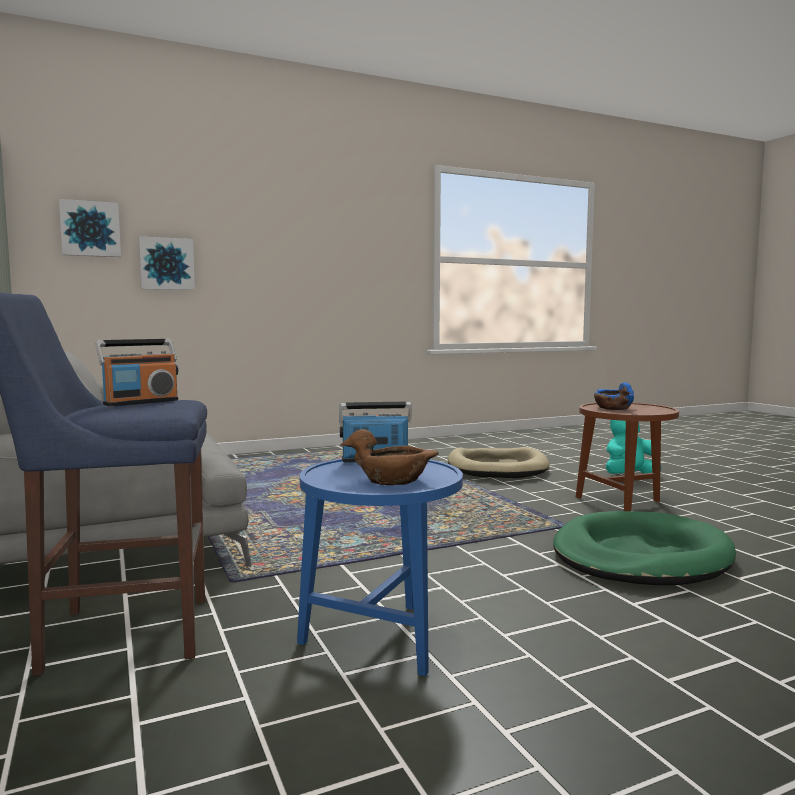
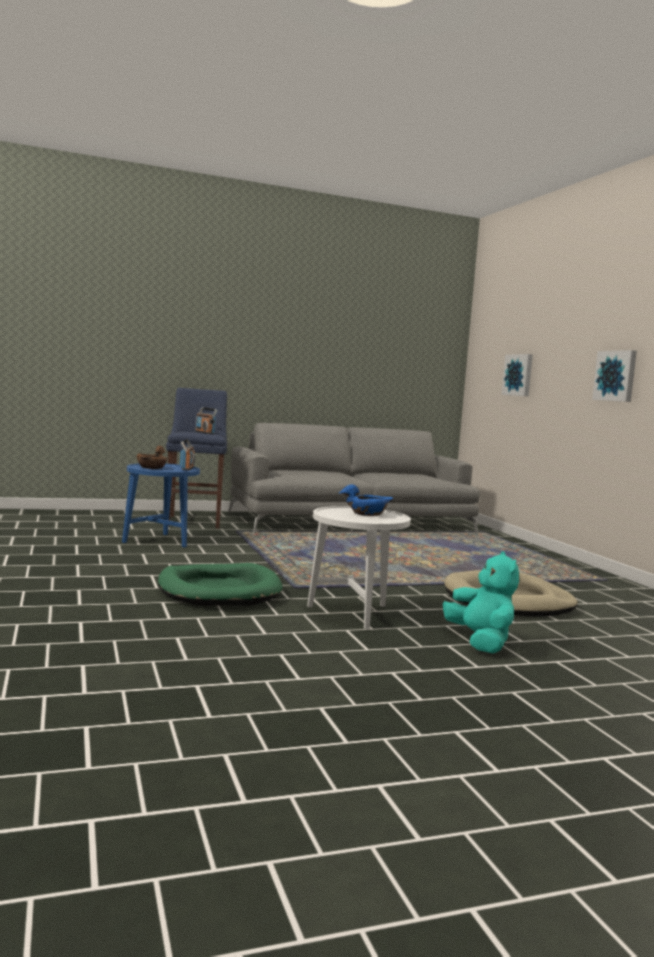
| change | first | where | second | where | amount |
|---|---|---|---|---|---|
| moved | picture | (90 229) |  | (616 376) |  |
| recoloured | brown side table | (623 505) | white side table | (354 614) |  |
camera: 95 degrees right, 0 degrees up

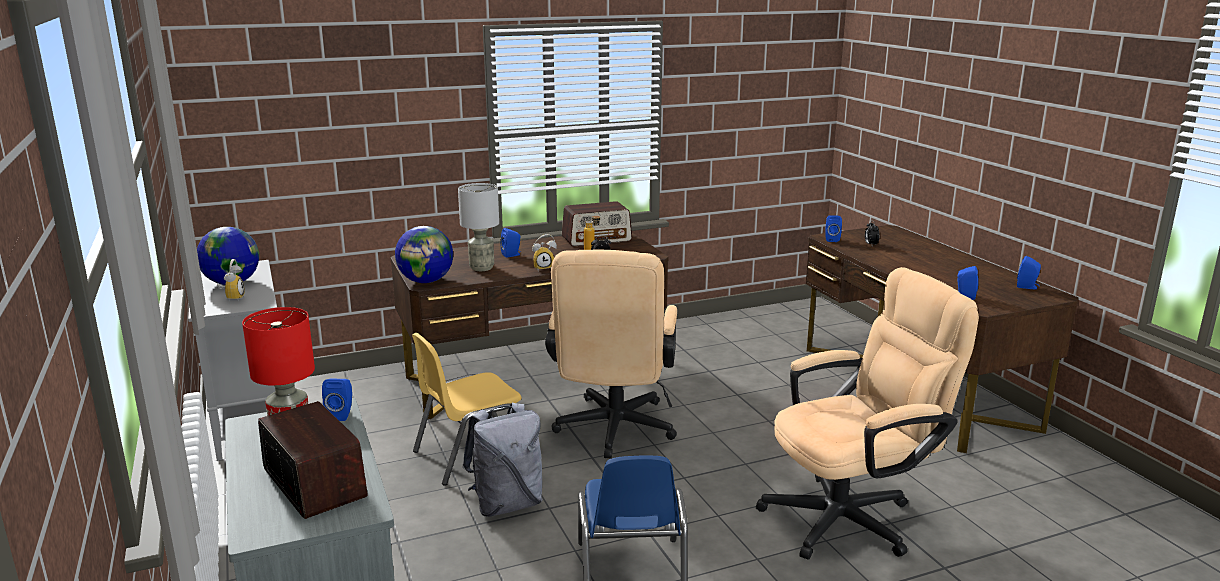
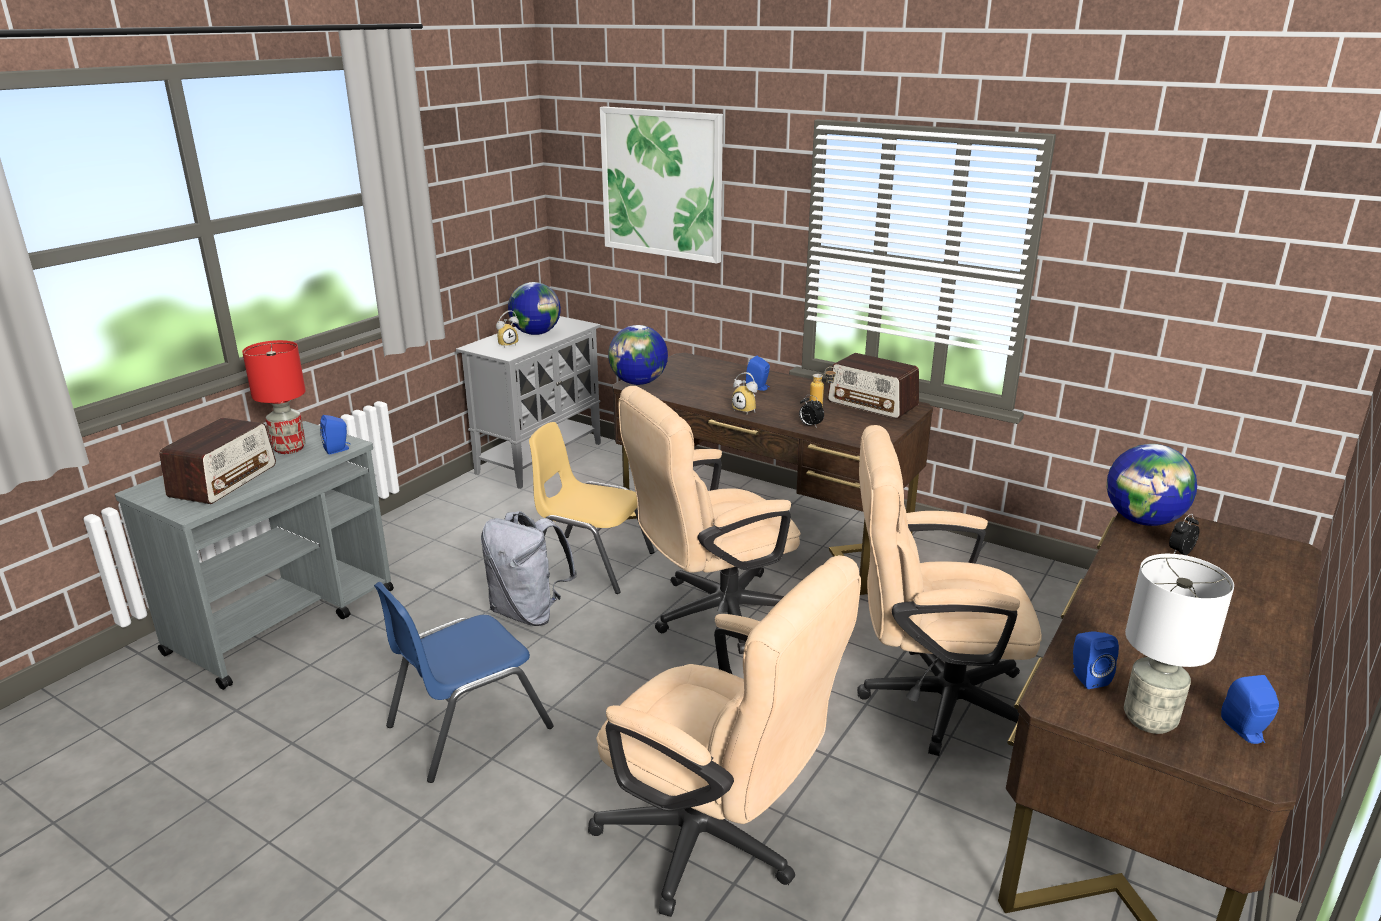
| change | first | where | second | where | amount |
|---|---|---|---|---|---|
| moved | grey table lamp | (481 268) |  | (1148 719) |  |
| replaced | blue speaker | (831 239) | globe | (1143 520) |  |
| added |  |  | picture | (662 183) |  |
| added |  |  | beige office chair | (929 699) |  |
camera: 55 degrees right, 5 degrees up

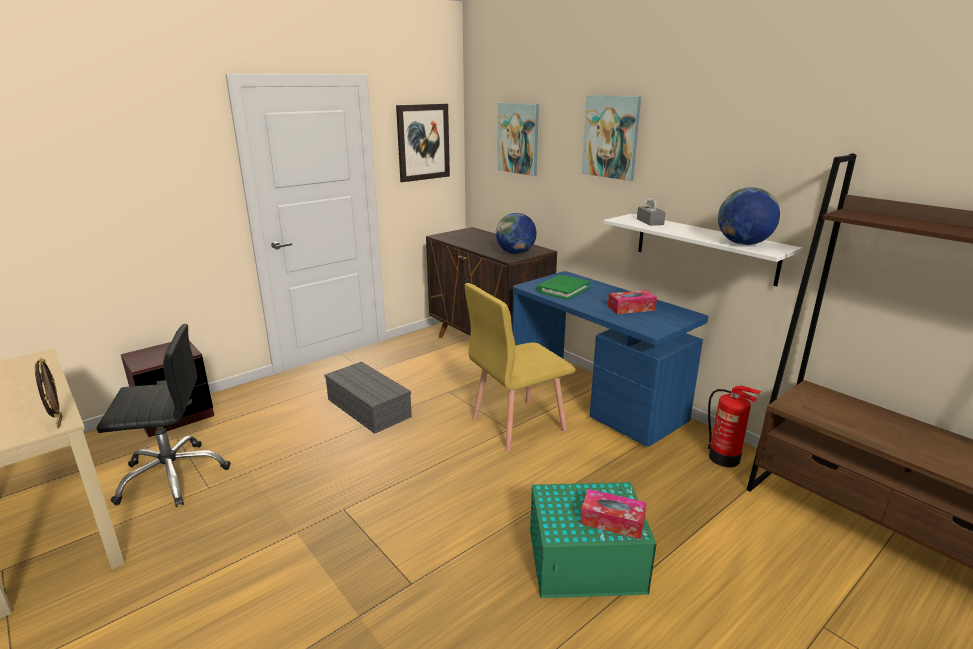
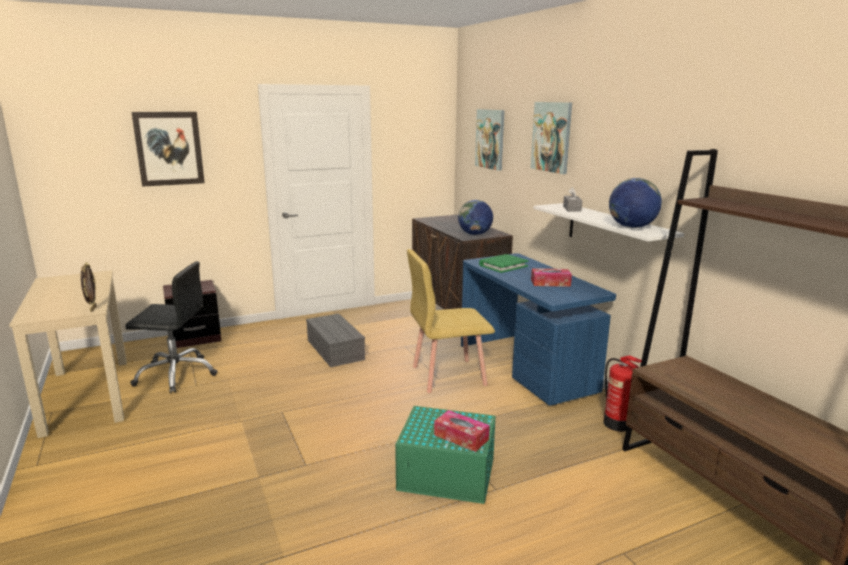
| change | first | where | second | where | amount |
|---|---|---|---|---|---|
| moved | picture | (423 142) |  | (169 148) |  |
camera: 15 degrees right, 5 degrees down

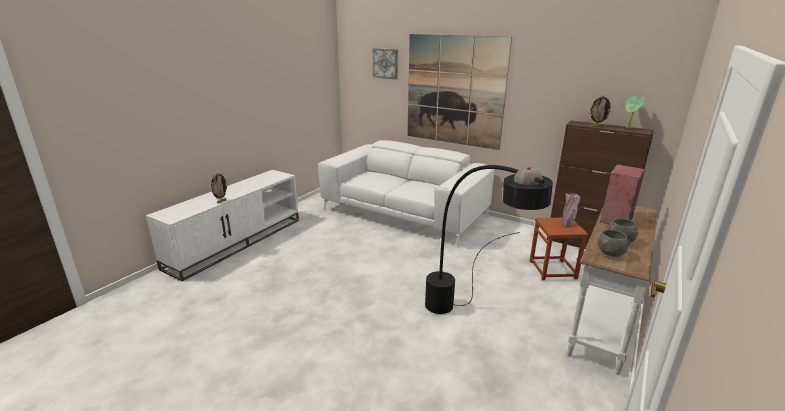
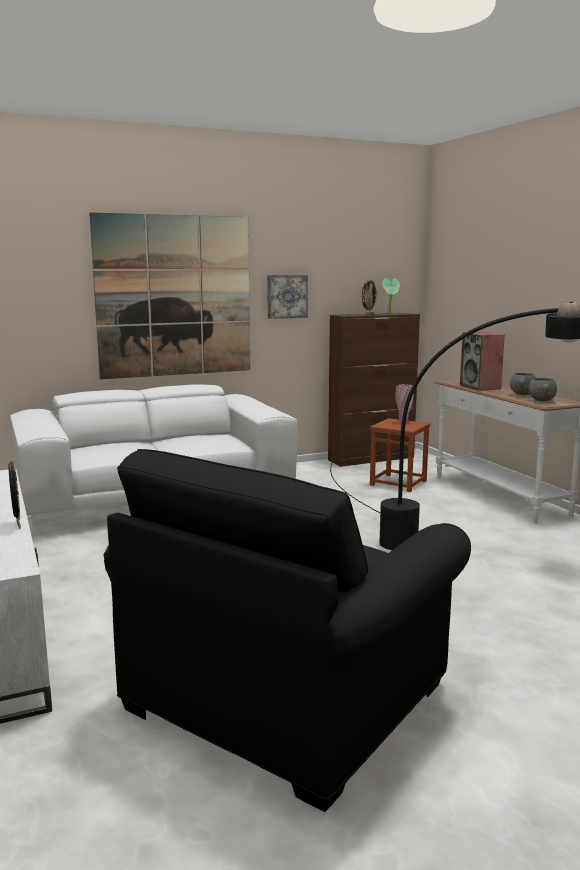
| change | first | where | second | where | amount |
|---|---|---|---|---|---|
| moved | picture | (386 63) |  | (286 296) |  |
| added |  |  | black armchair | (285 696) |  |
camera: 55 degrees left, 10 degrees down

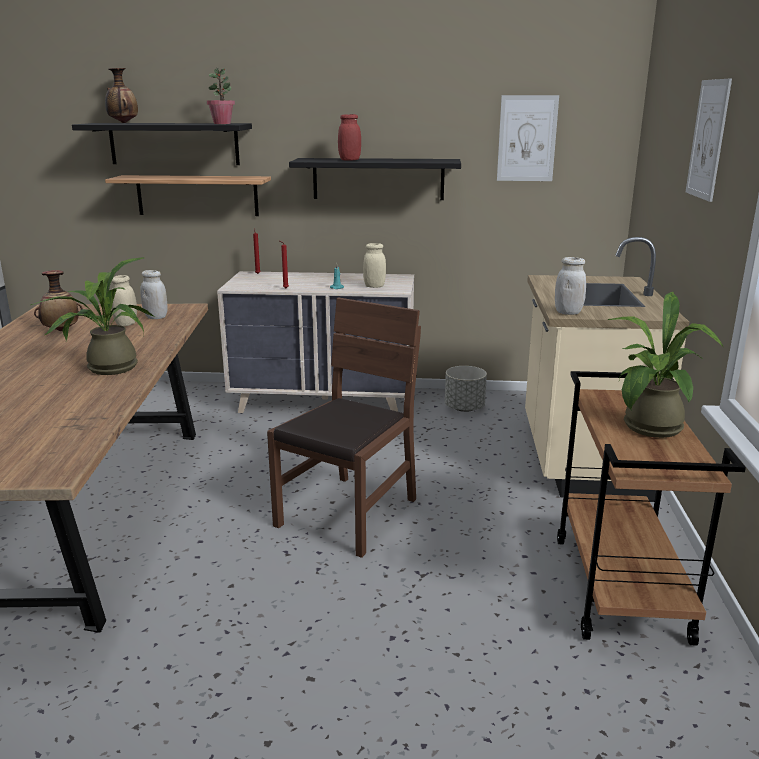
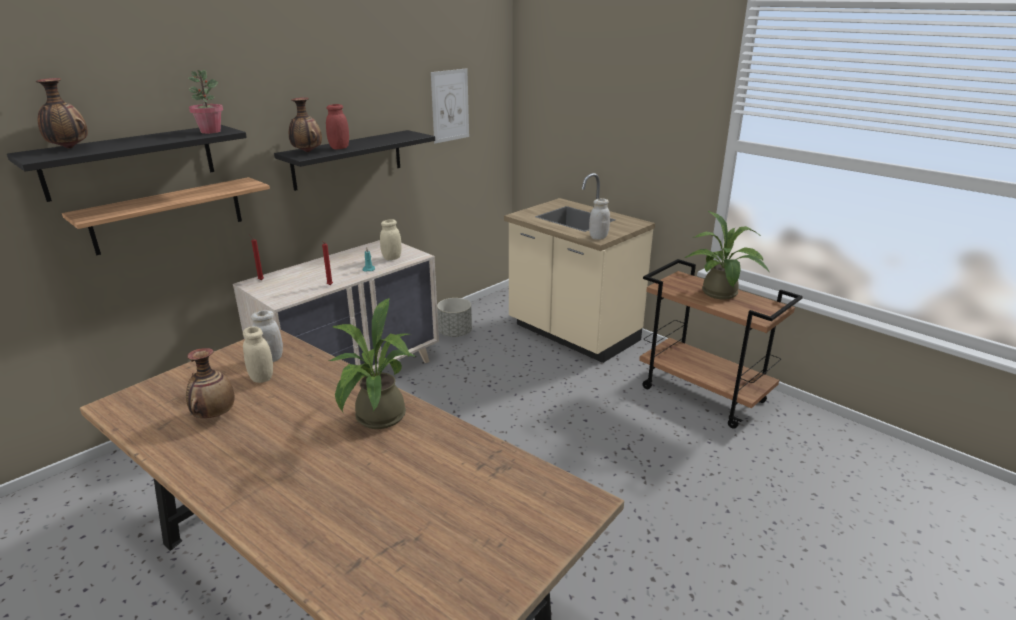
| change | first | where | second | where | amount |
|---|---|---|---|---|---|
| removed | brown chair | (349 513) |  |  |  |
| removed | picture | (708 139) |  |  |  |
| added |  |  | vase | (307 152) |  |
camera: 50 degrees left, 5 degrees up

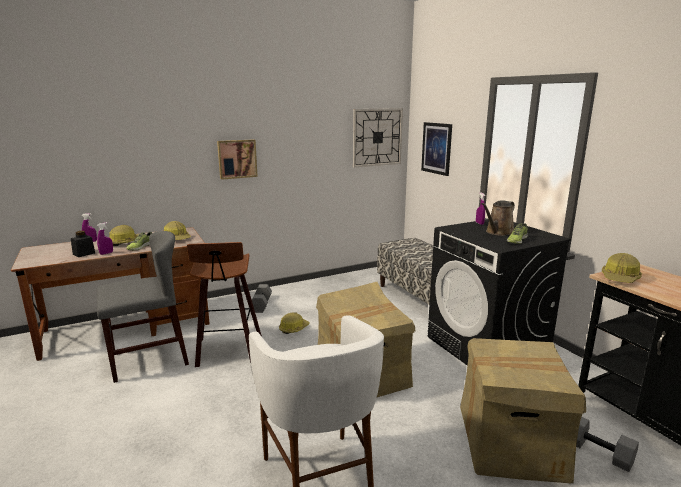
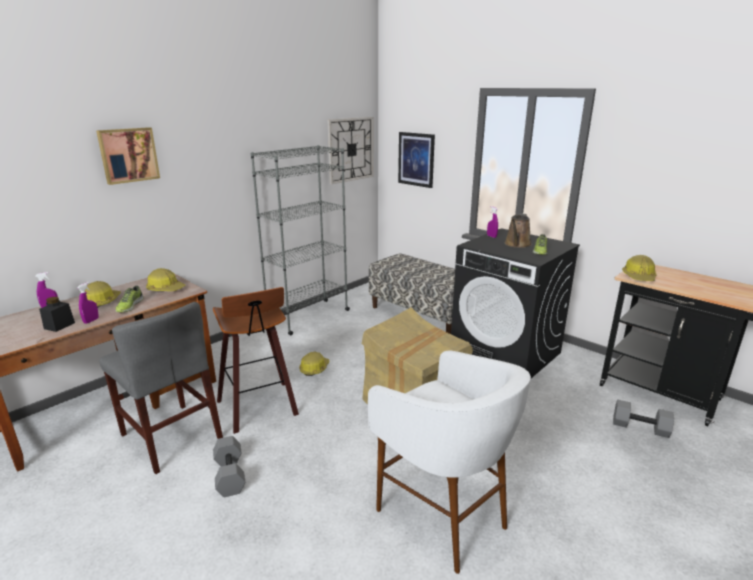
| change | first | where | second | where | amount |
|---|---|---|---|---|---|
| turned | grey chair | (149 359) |  | (171 436) | 90 degrees clockwise |
| moved | picture | (237 159) |  | (128 155) |  |
| moved | grey dumbbell | (261 305) |  | (229 475) |  |
| removed | cardboard box | (510 443) |  |  |  |
| added |  |  | grey bookcase | (308 317) |  |
camera: 20 degrees left, 5 degrees up

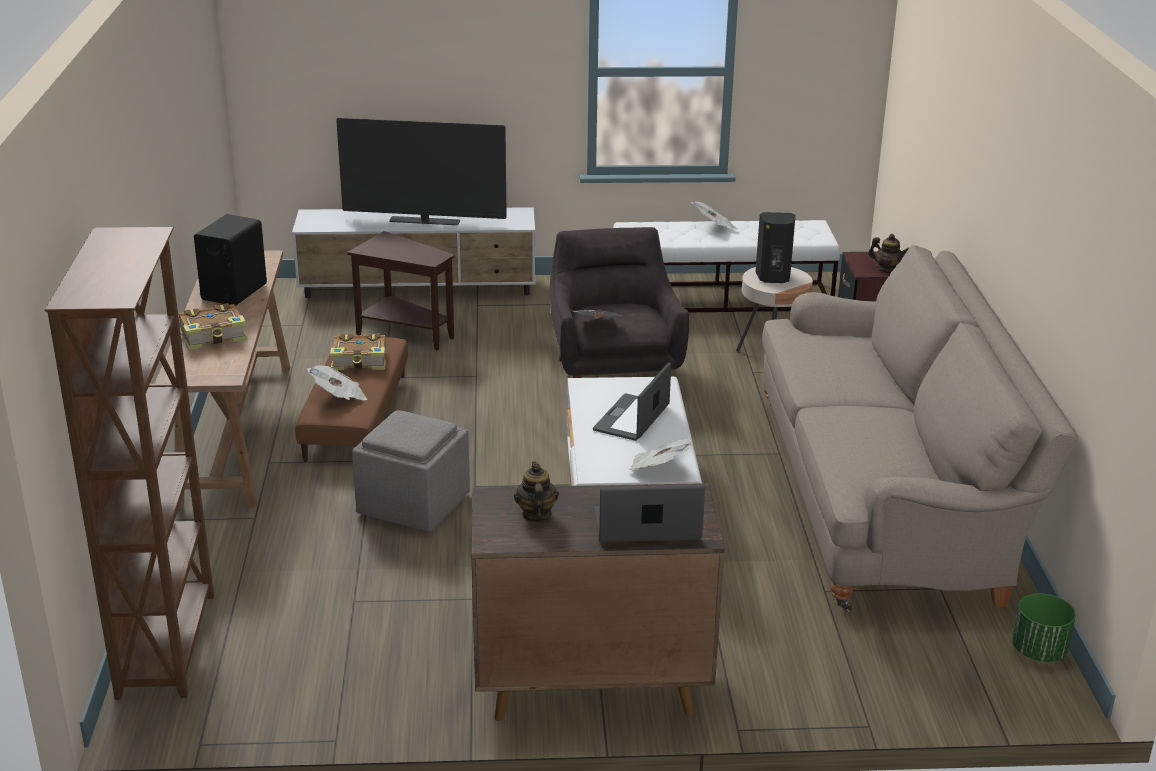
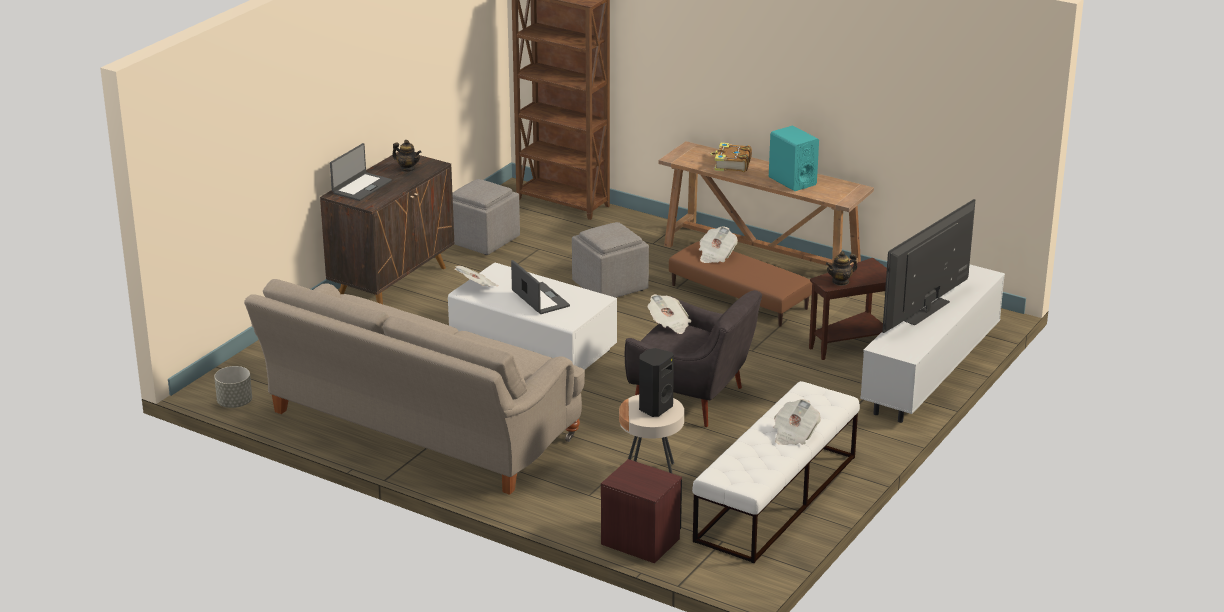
| change | first | where | second | where | amount |
|---|---|---|---|---|---|
| recoloured | black speaker | (234 292) | turquoise speaker | (792 181) |  |
| removed | book | (360 361) |  |  |  |
| moved | teapot | (887 270) |  | (840 281) |  |
| recoloured | green planter | (1039 651) | grey planter | (234 403) |  |
| added |  |  | grey ottoman | (483 240) |  |
camera: 125 degrees right, 0 degrees up

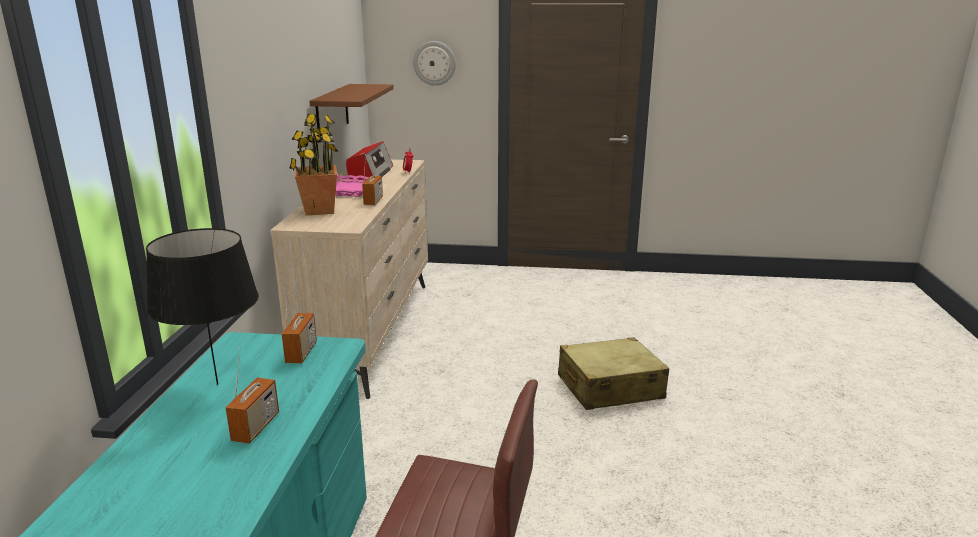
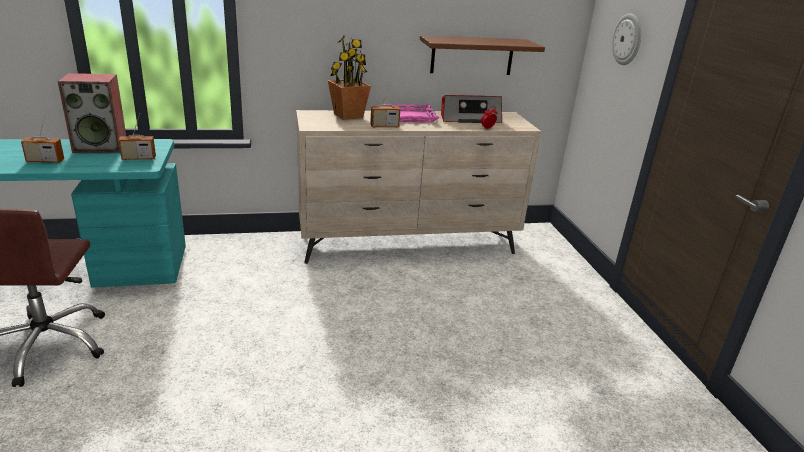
| change | first | where | second | where | amount |
|---|---|---|---|---|---|
| replaced | black table lamp | (217 384) | speaker | (101 146) |  |
| removed | beige suitcase | (609 388) |  |  |  |
camera: 70 degrees right, 5 degrees up

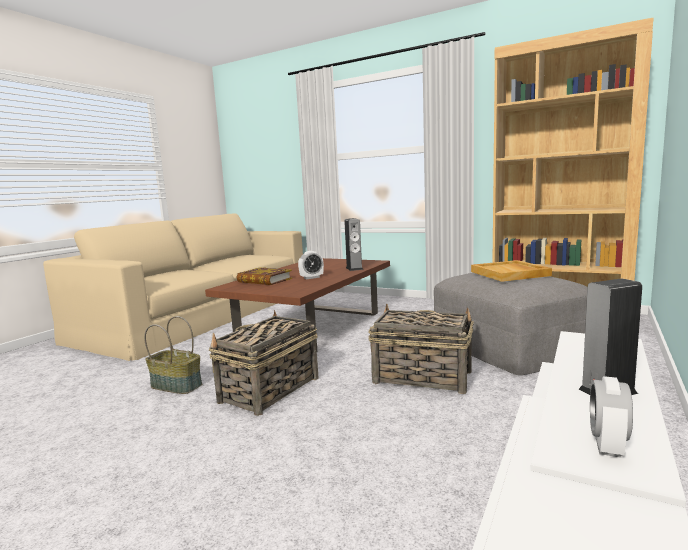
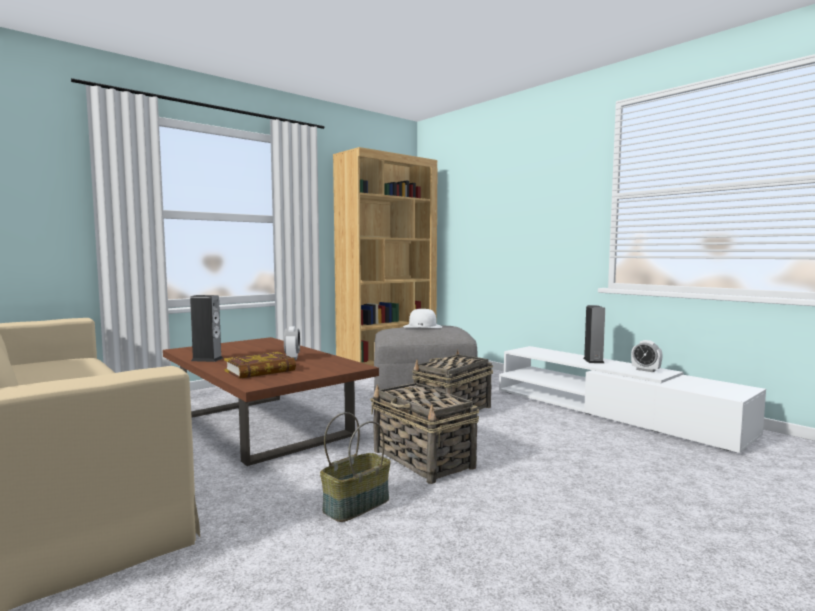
| change | first | where | second | where | amount |
|---|---|---|---|---|---|
| moved | speaker | (354 268) |  | (207 359) |  |
| replaced | beige tray | (510 273) | white hat | (422 326) |  |
camera: 70 degrees left, 5 degrees down

